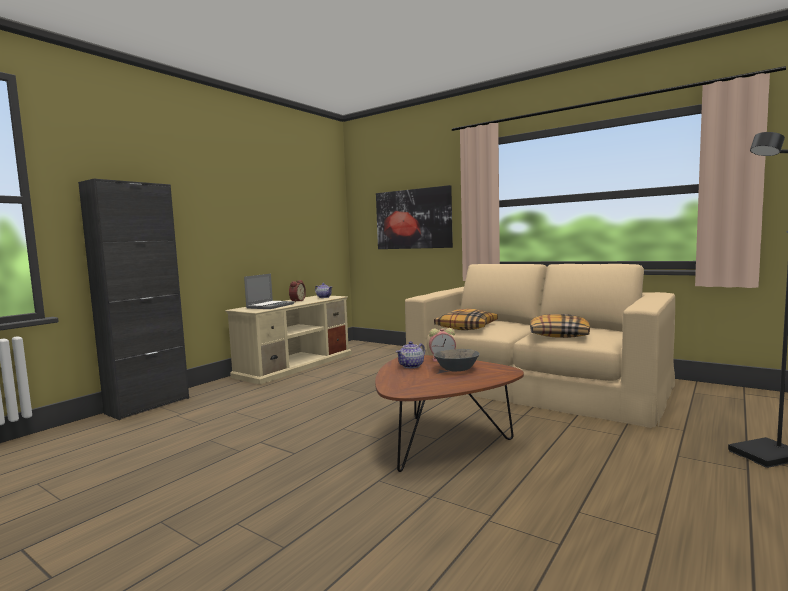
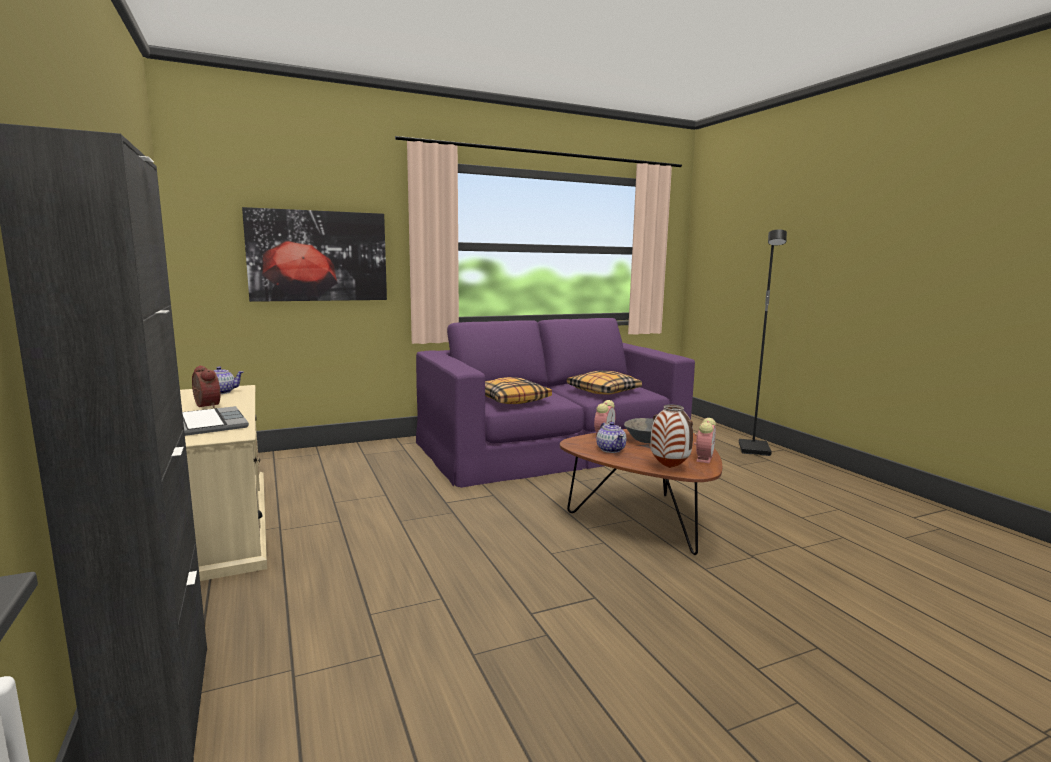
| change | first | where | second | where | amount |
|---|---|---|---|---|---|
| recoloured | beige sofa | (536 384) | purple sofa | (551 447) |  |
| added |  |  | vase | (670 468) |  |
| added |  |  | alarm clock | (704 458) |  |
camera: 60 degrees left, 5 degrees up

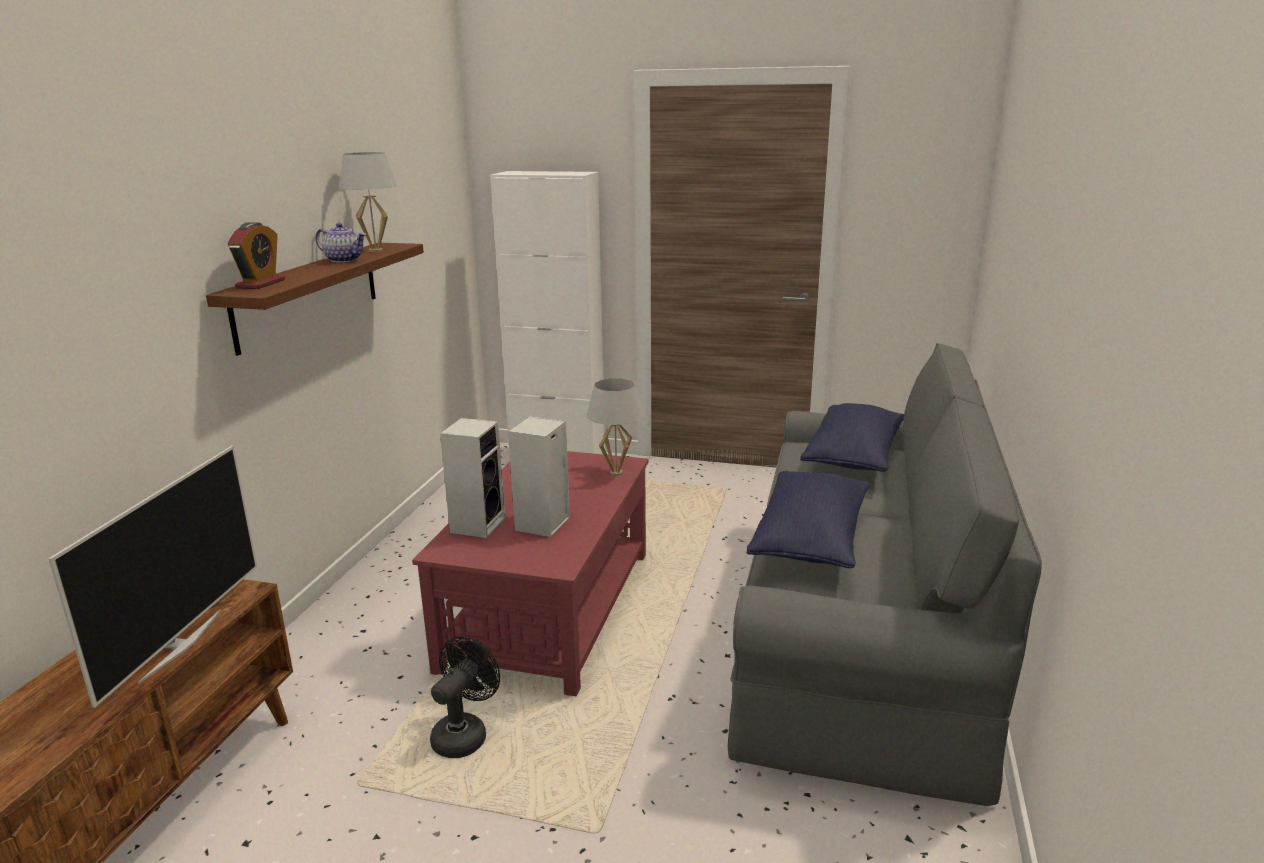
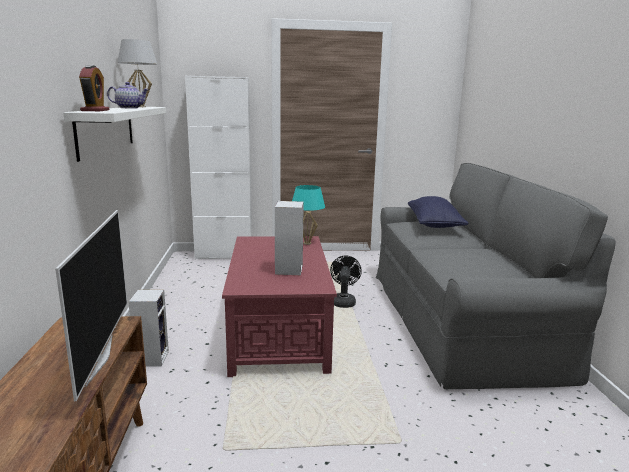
| change | first | where | second | where | amount |
|---|---|---|---|---|---|
| recoloured | brown shelf | (308 294) | white shelf | (106 130) |  |
| moved | black fan | (464 734) |  | (343 301) |  |
| moved | speaker | (478 524) |  | (151 358) |  |
| recoloured | white table lamp | (616 472) | turquoise table lamp | (307 243) |  |
| removed | blue pillow | (810 539) |  |  |  |
camera: 20 degrees left, 5 degrees down

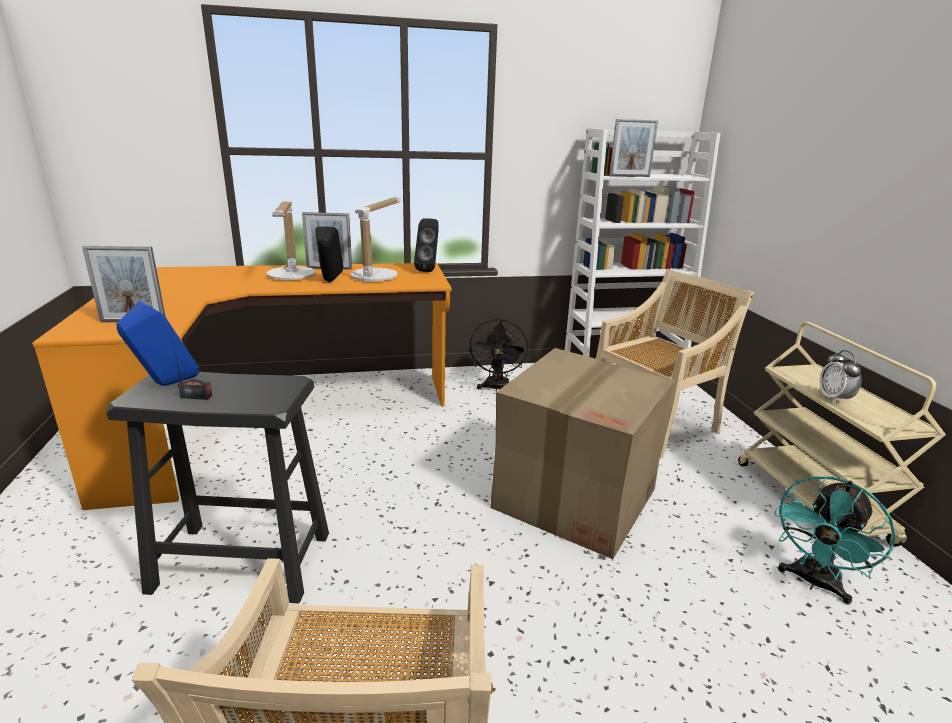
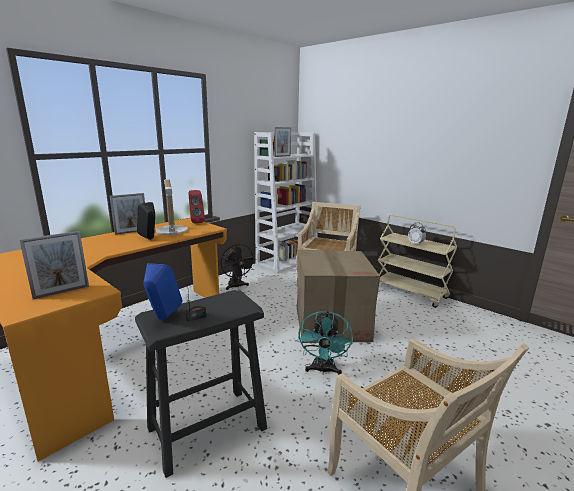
| change | first | where | second | where | amount |
|---|---|---|---|---|---|
| removed | table lamp | (290 277) |  |  |  |
| recoloured | black speaker | (429 270) | red speaker | (196 222) |  |
| moved | turquoise fan | (814 583) |  | (323 370) |  |
camera: 35 degrees left, 5 degrees down

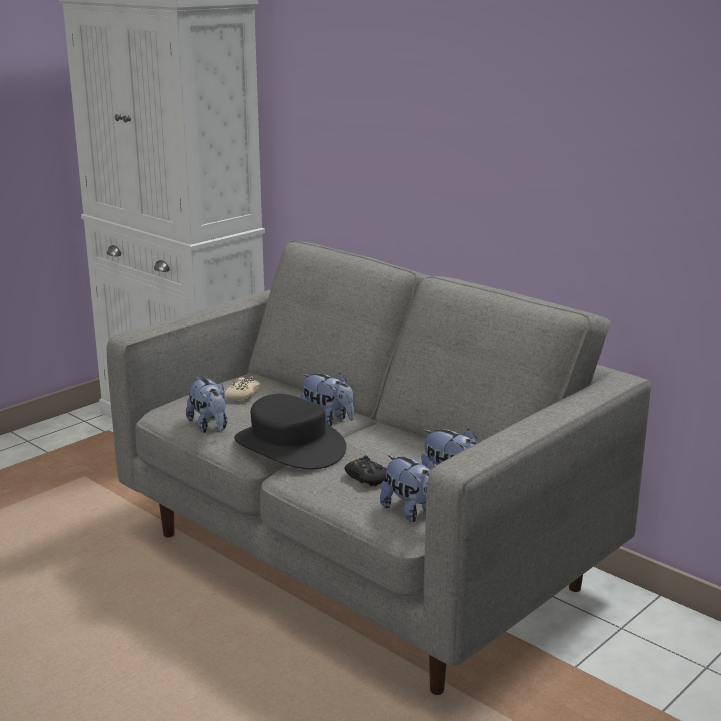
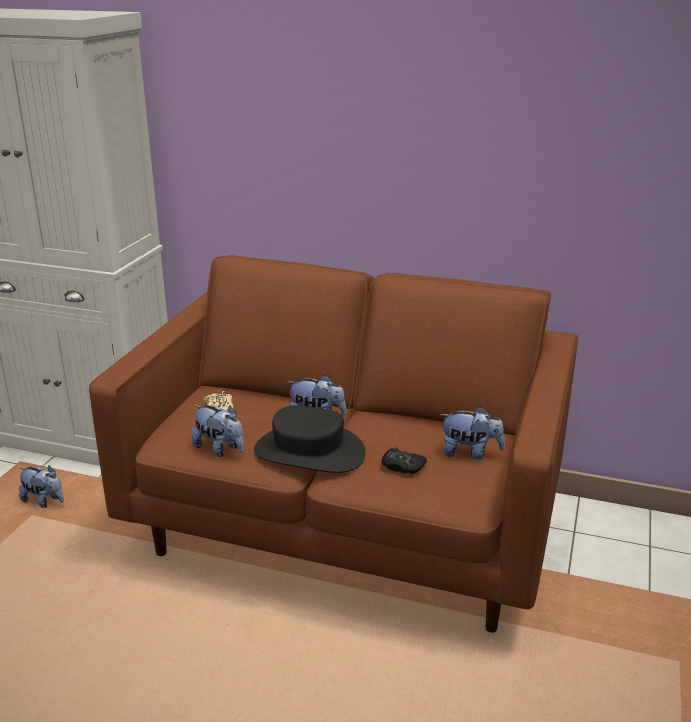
| change | first | where | second | where | amount |
|---|---|---|---|---|---|
| recoloured | grey sofa | (363 561) | brown sofa | (347 530) |  |
| moved | plush toy | (412 513) |  | (44 501) |  |
camera: 25 degrees left, 5 degrees up

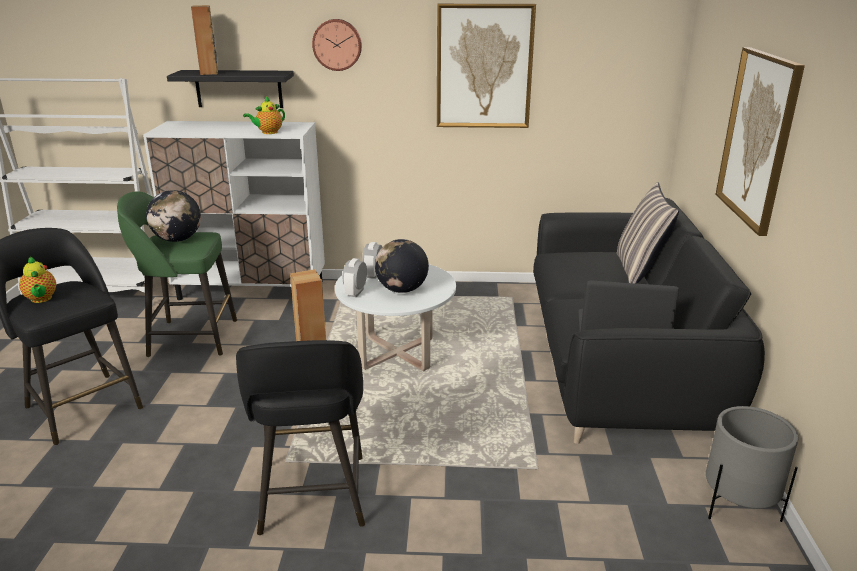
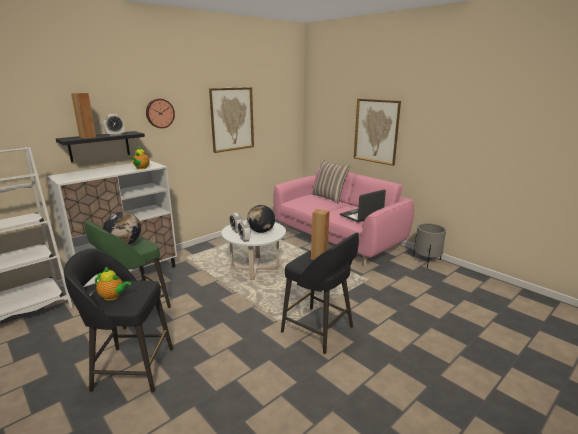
| change | first | where | second | where | amount |
|---|---|---|---|---|---|
| recoloured | black sofa | (618 368) | pink sofa | (338 240) |  |
| added |  |  | alarm clock | (115 135) |  |
camera: 45 degrees left, 5 degrees down

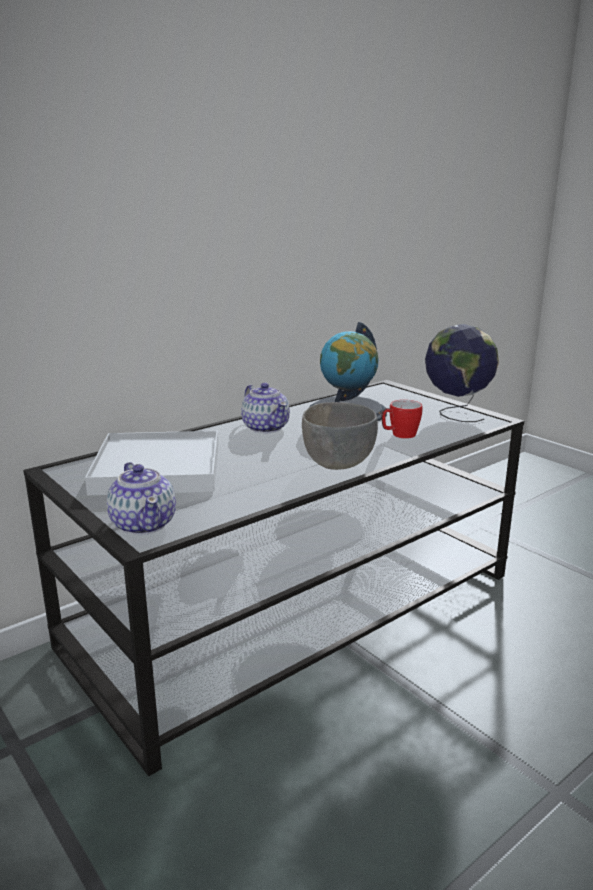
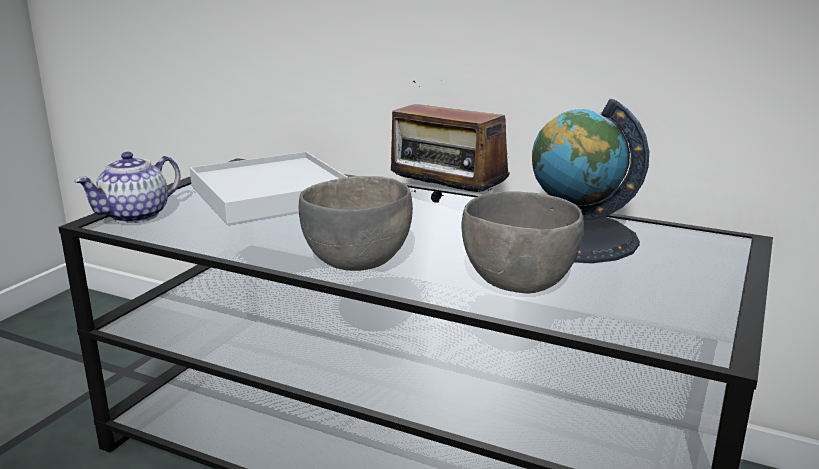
| change | first | where | second | where | amount |
|---|---|---|---|---|---|
| replaced | teapot | (266 427) | radio | (445 210) |  |
| replaced | mug | (399 435) | grey bowl | (517 283) |  |
| removed | globe | (456 413) |  |  |  |
camera: 65 degrees right, 0 degrees up

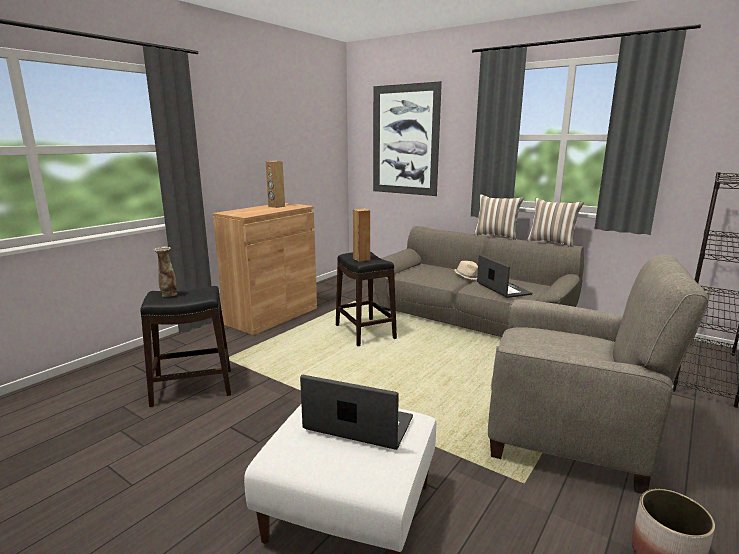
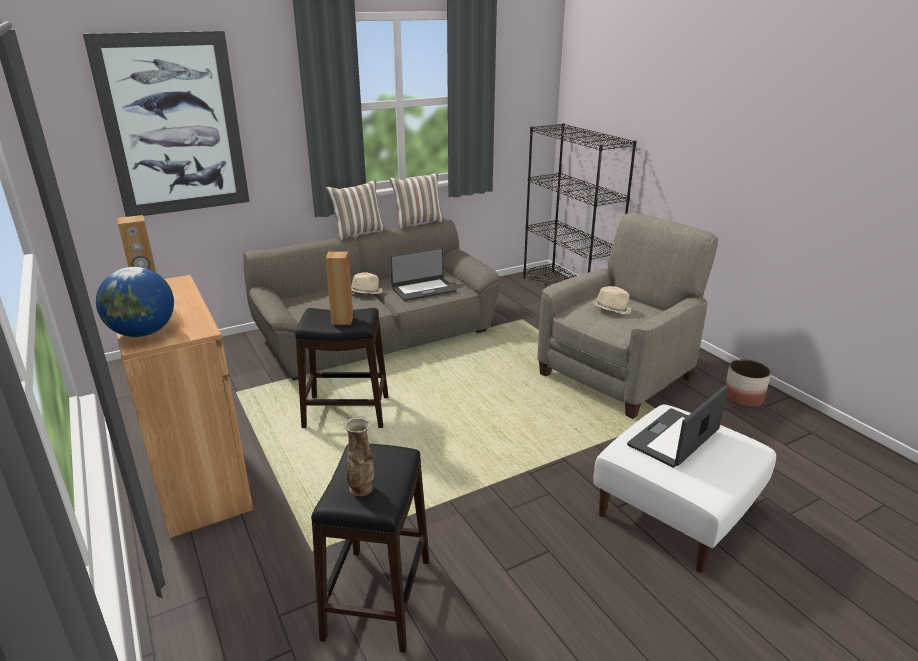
| change | first | where | second | where | amount |
|---|---|---|---|---|---|
| turned | laptop | (502 289) |  | (423 289) | 150 degrees clockwise |
| added |  |  | globe | (143 333) |  |
| added |  |  | beige hat | (611 309) |  |
camera: 65 degrees left, 10 degrees up

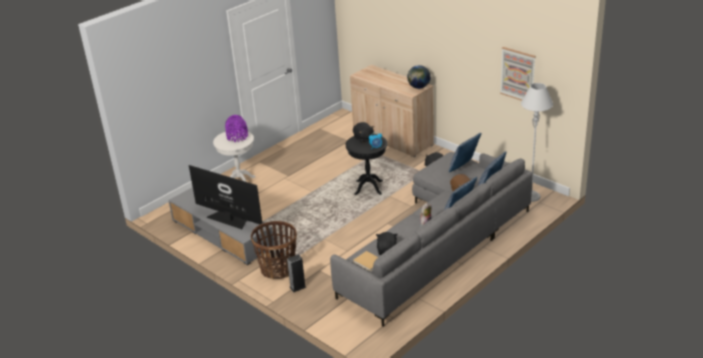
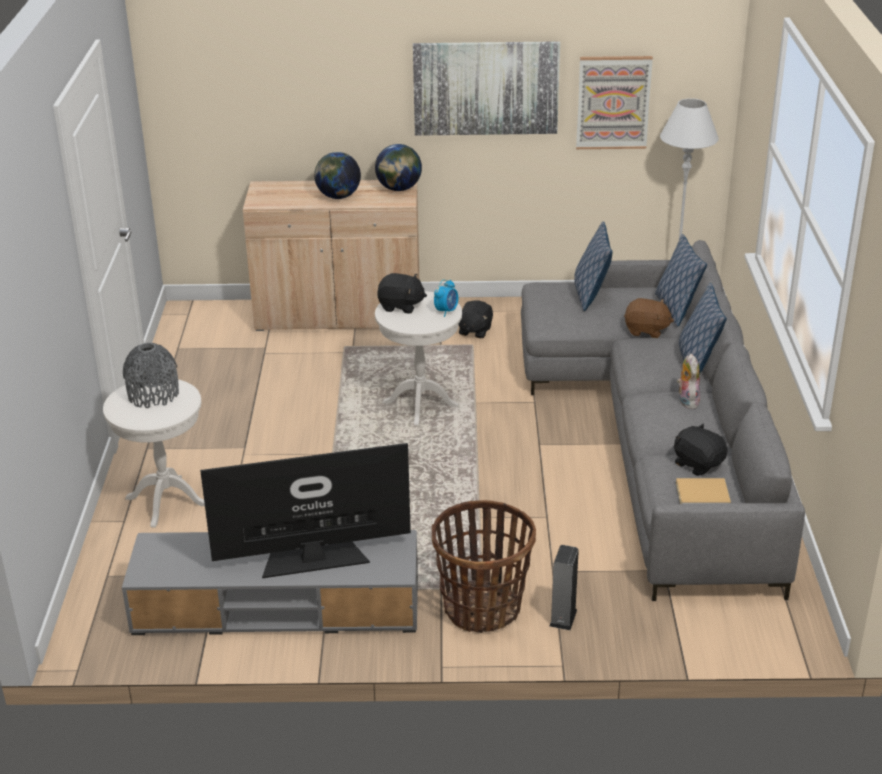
| change | first | where | second | where | amount |
|---|---|---|---|---|---|
| recoloured | purple vase | (237 137) | grey vase | (153 395) |  |
| recoloured | black side table | (368 187) | white side table | (420 405) |  |
| added |  |  | globe | (338 197) |  |
| added |  |  | picture | (486 88) |  |
camera: 45 degrees left, 0 degrees up

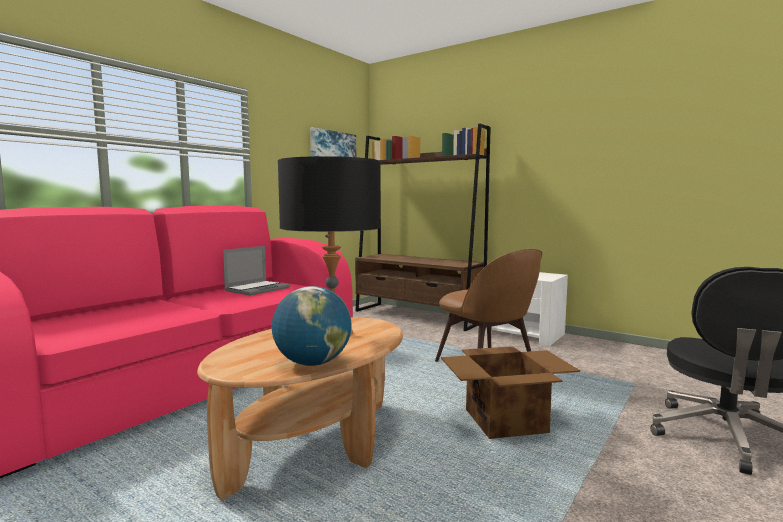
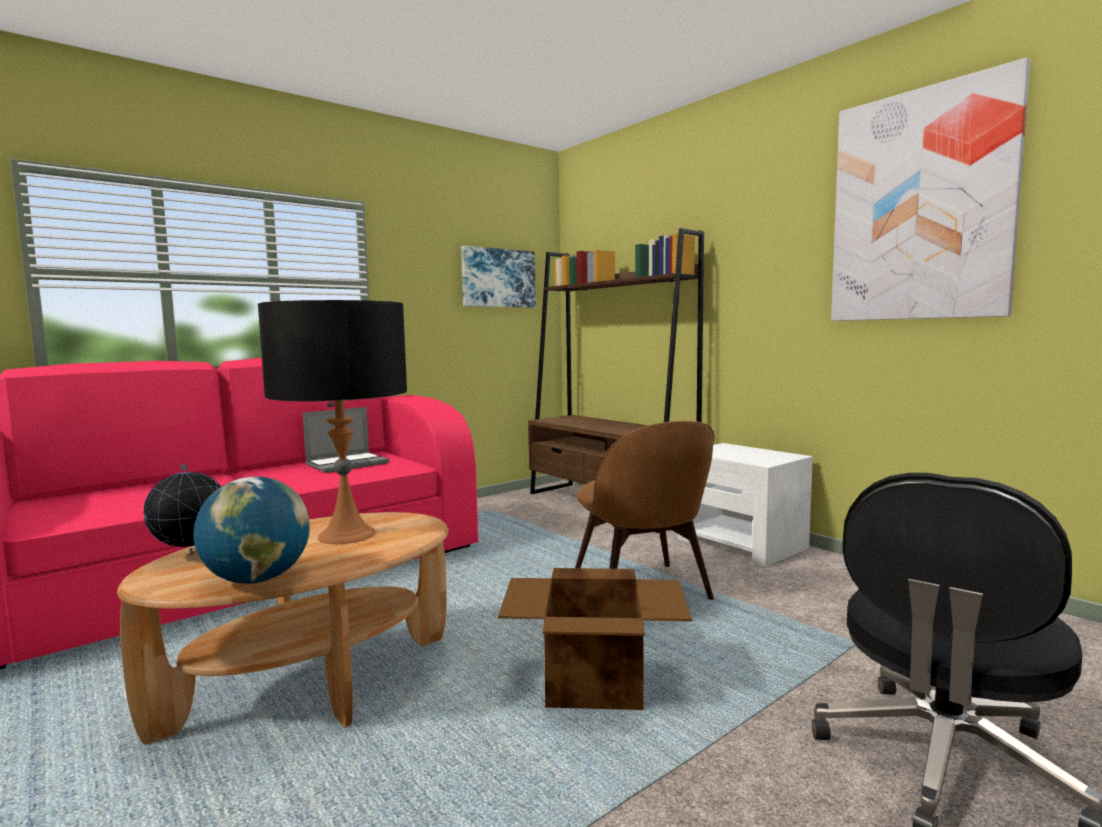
| change | first | where | second | where | amount |
|---|---|---|---|---|---|
| added |  |  | globe | (191 555) |  |
| added |  |  | picture | (920 206) |  |
camera: 15 degrees right, 0 degrees up

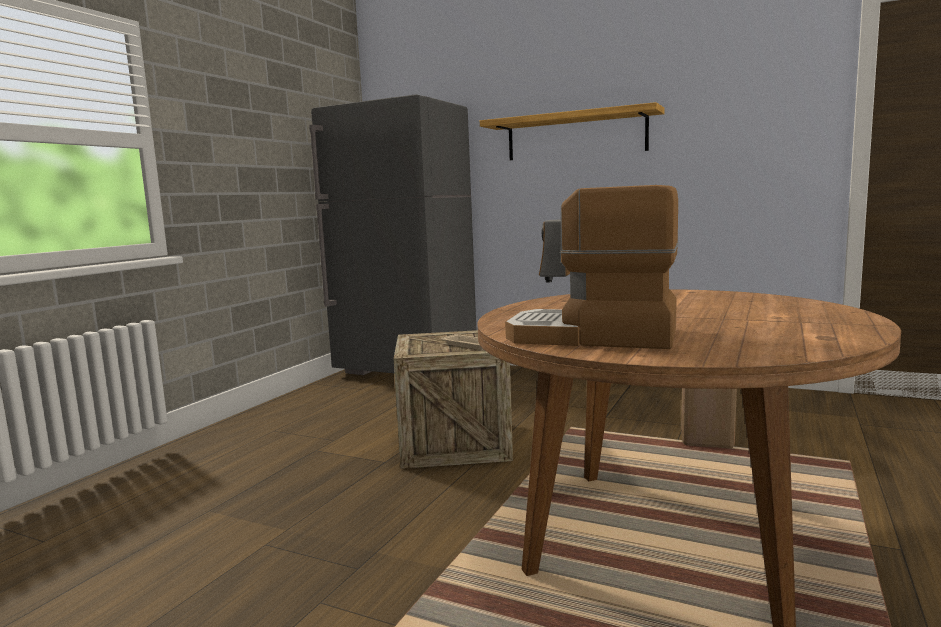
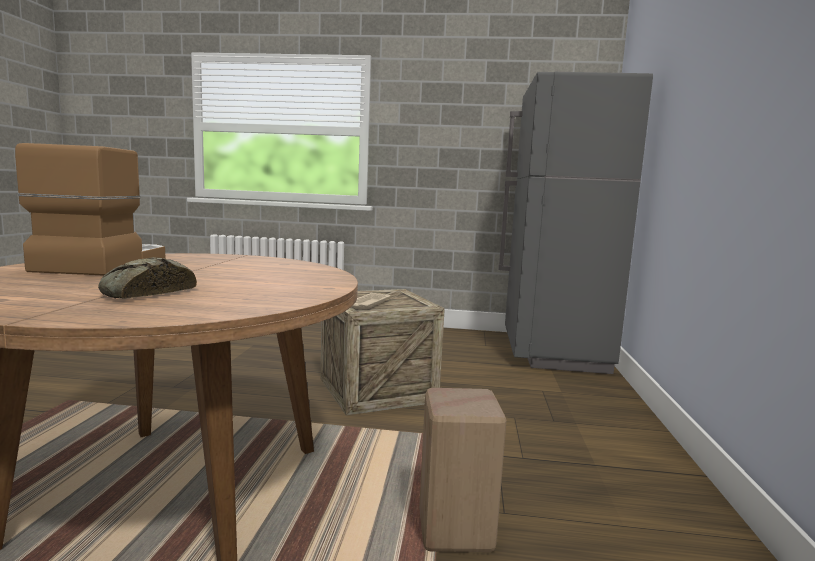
| change | first | where | second | where | amount |
|---|---|---|---|---|---|
| removed | shelf | (575 136) |  |  |  |
| added |  |  | bread | (145 292) |  |
camera: 70 degrees right, 0 degrees up

